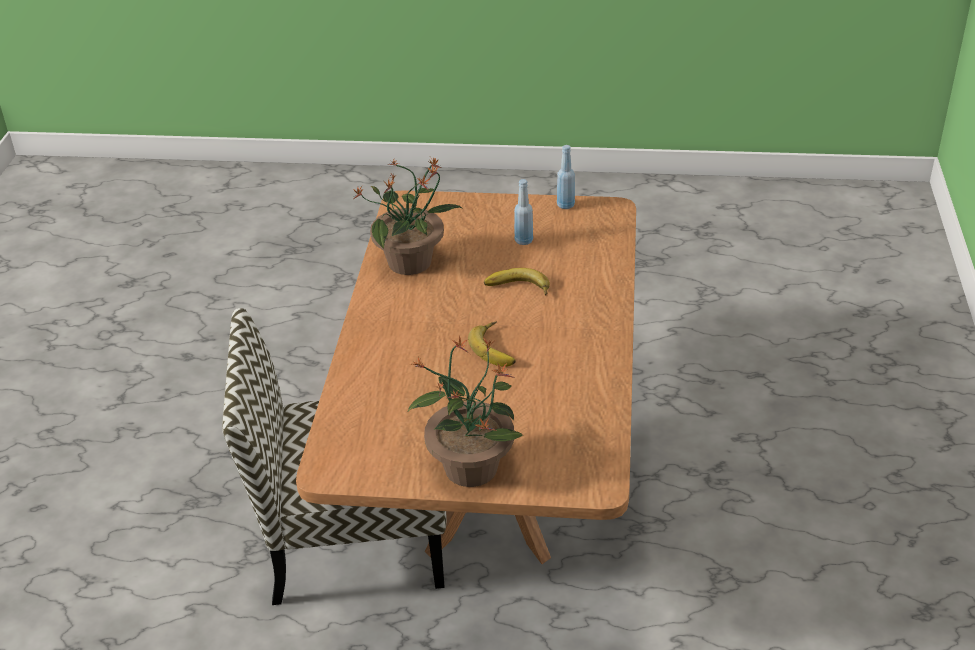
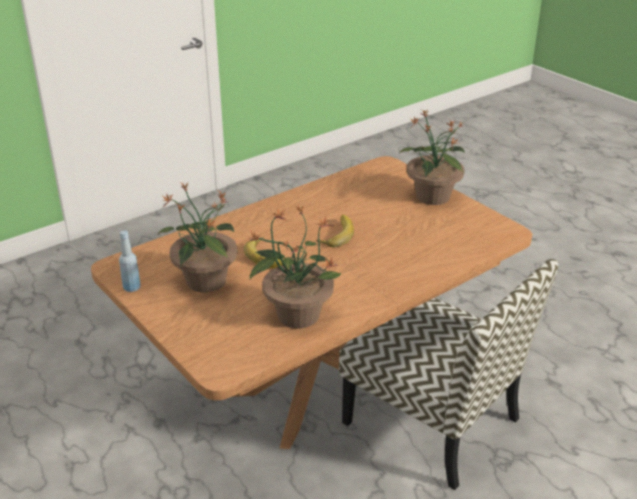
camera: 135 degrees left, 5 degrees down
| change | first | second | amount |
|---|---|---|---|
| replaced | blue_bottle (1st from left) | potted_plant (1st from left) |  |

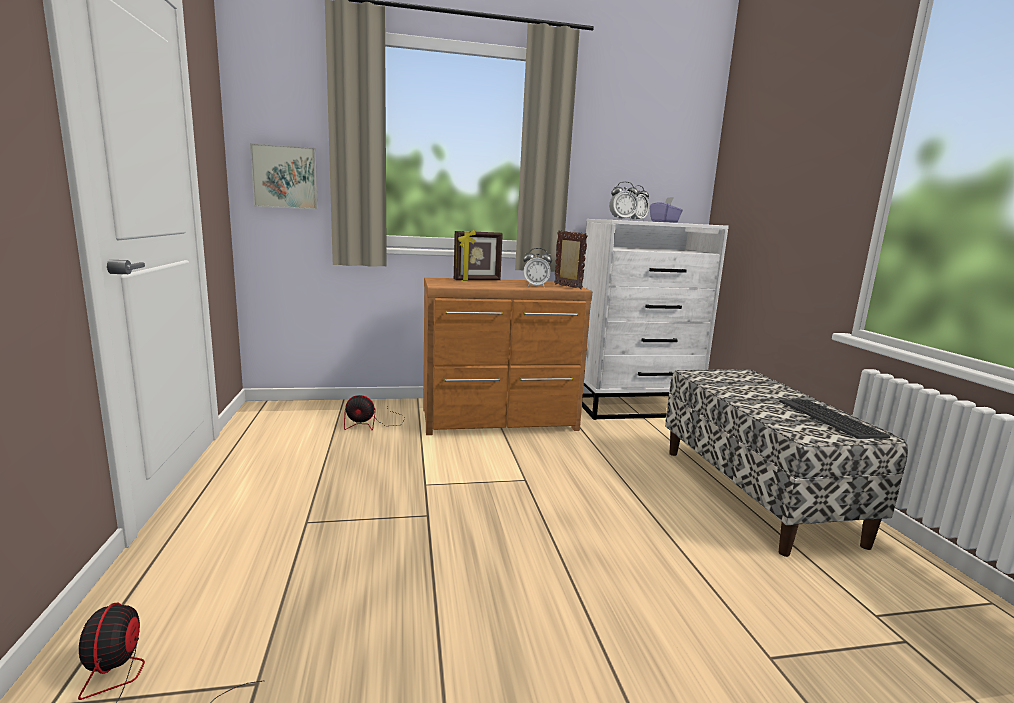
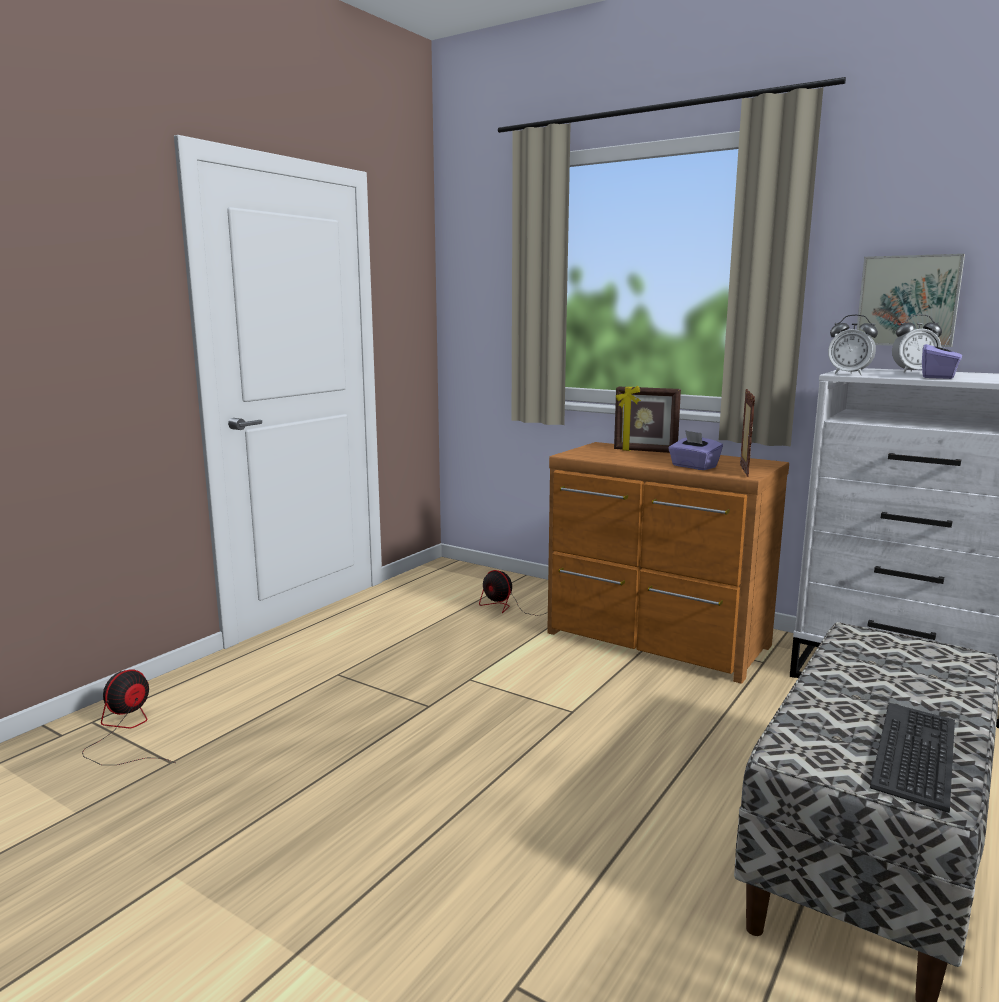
camera: 45 degrees right, 0 degrees up
| change | first | second | amount |
|---|---|---|---|
| moved | picture |  |  |
| replaced | alarm_clock (1st from left) | purple_tissue_box (1st from left) |  |

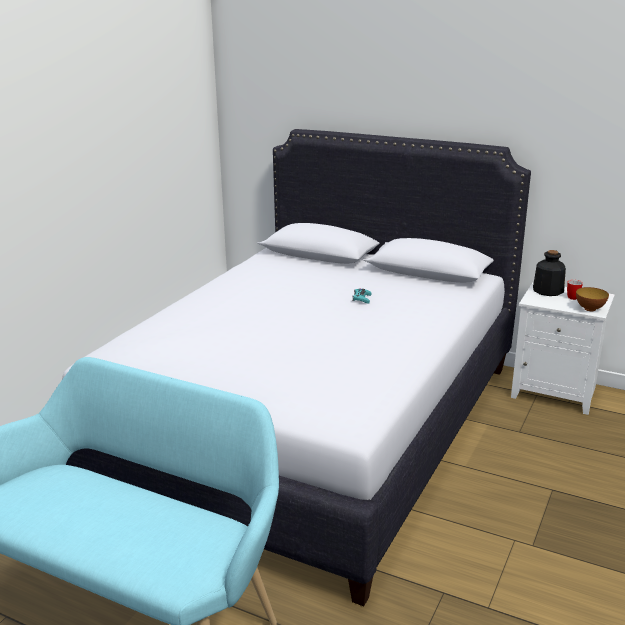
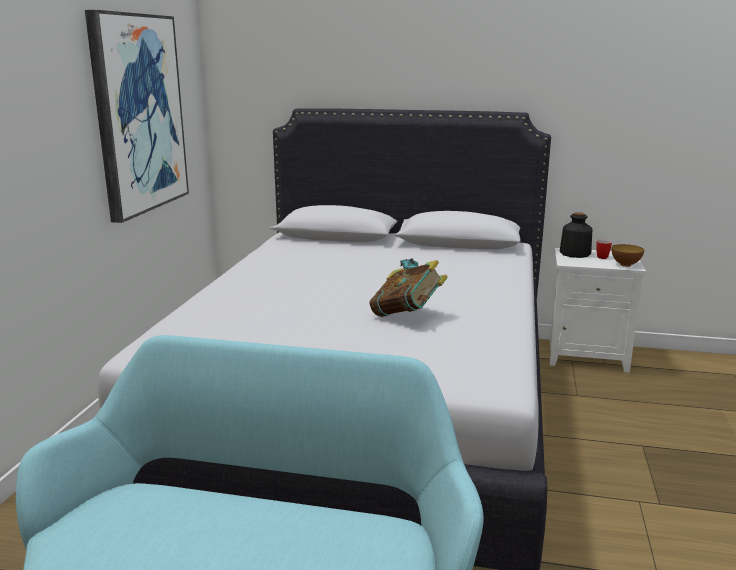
camera: 15 degrees left, 5 degrees down
| change | first | second | amount |
|---|---|---|---|
| added |  | picture |  |
| added |  | book |  |

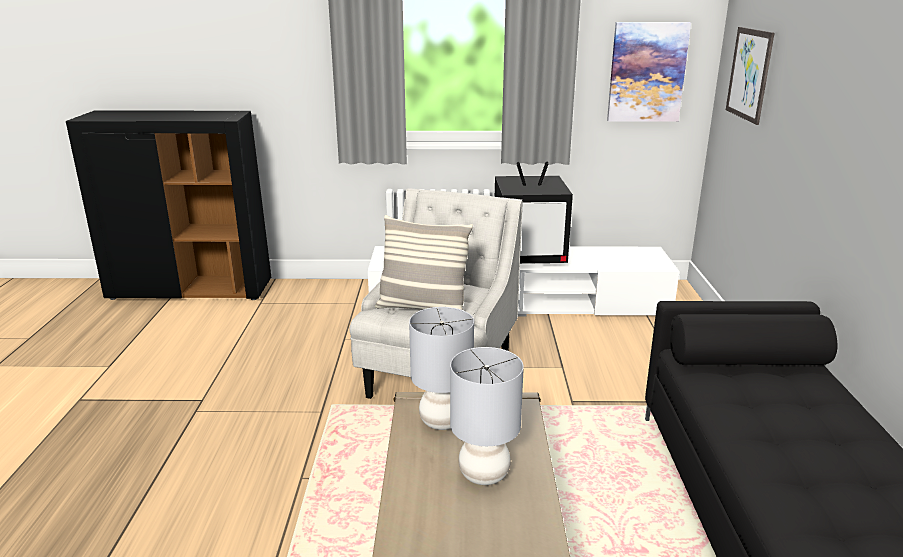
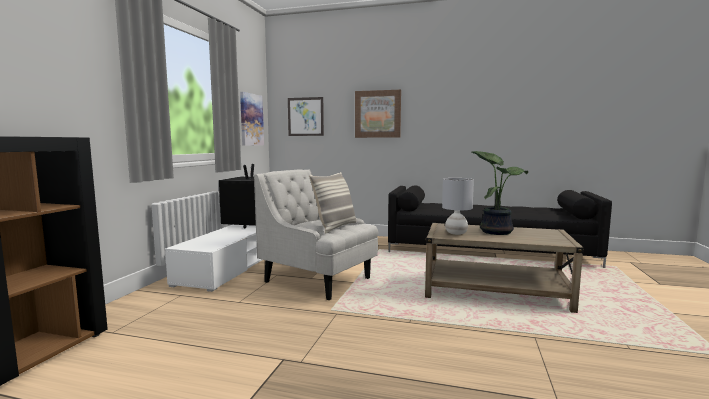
camera: 75 degrees left, 15 degrees down
| change | first | second | amount |
|---|---|---|---|
| replaced | grey_table_lamp (2nd from left) | potted_plant |  |
| added |  | picture (3rd from left) |  |

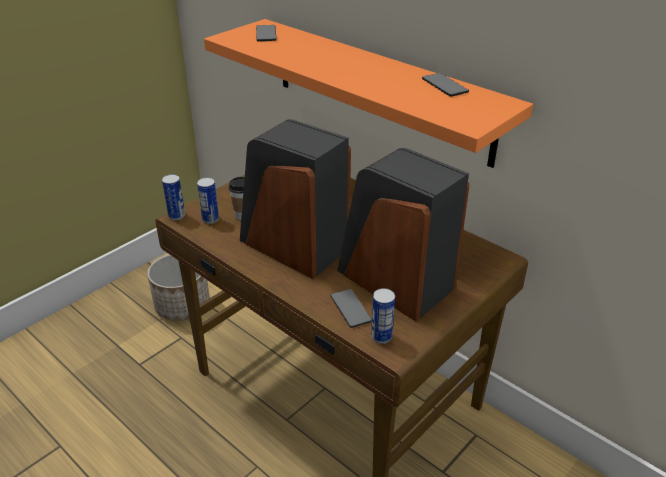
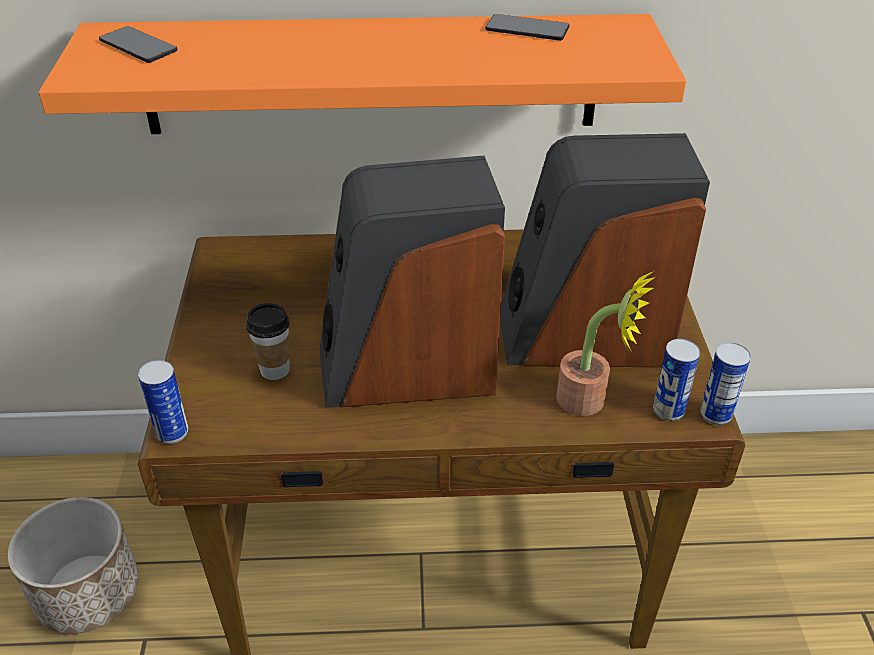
camera: 45 degrees left, 5 degrees up
| change | first | second | amount |
|---|---|---|---|
| moved | can (2nd from left in the first image) | can (3rd from left) |  |
| replaced | phone (2nd from left) | potted_plant |  |

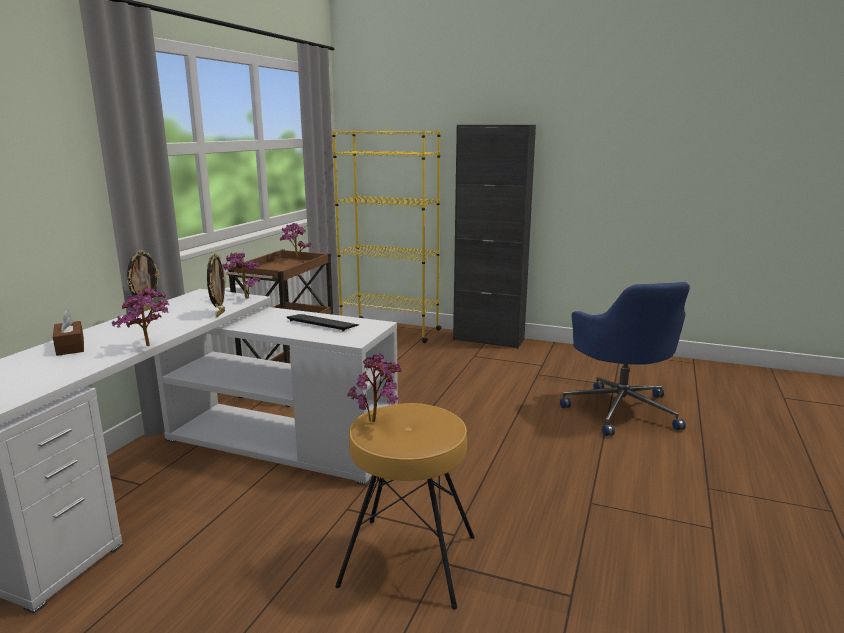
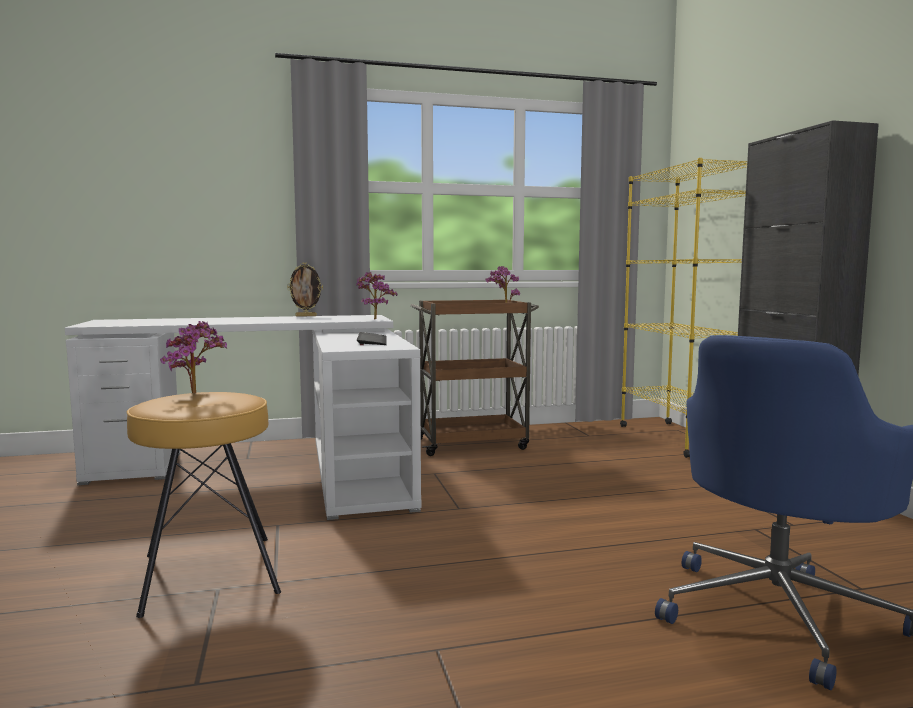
camera: 55 degrees right, 10 degrees down
| change | first | second | amount |
|---|---|---|---|
| removed | picture_frame (2nd from left) |  |  |
| removed | potted_plant (1st from left) |  |  |
| removed | brown_tissue_box |  |  |

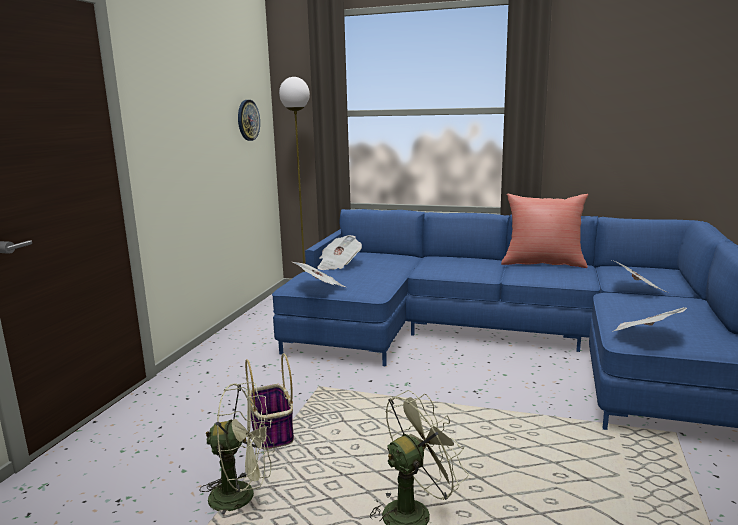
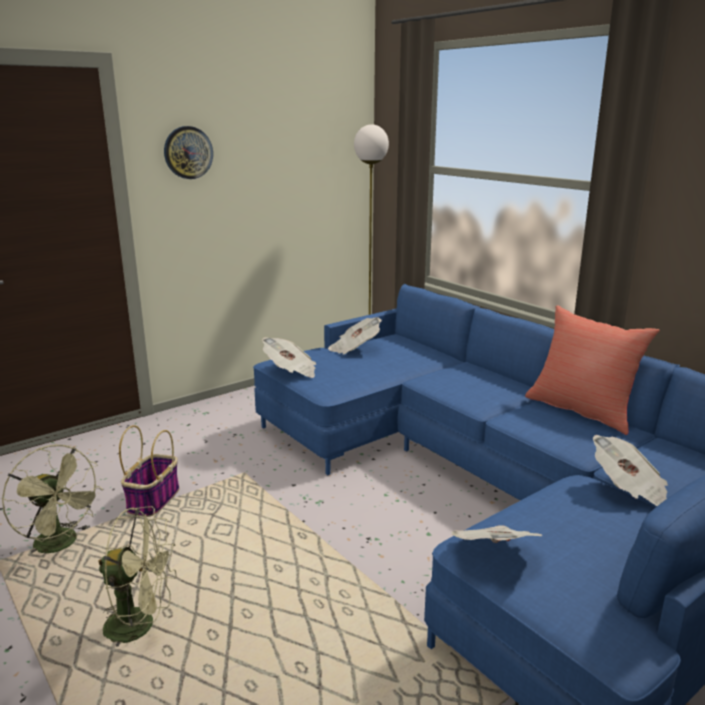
camera: 35 degrees right, 5 degrees up
| change | first | second | amount |
|---|---|---|---|
| moved | wall_clock |  |  |

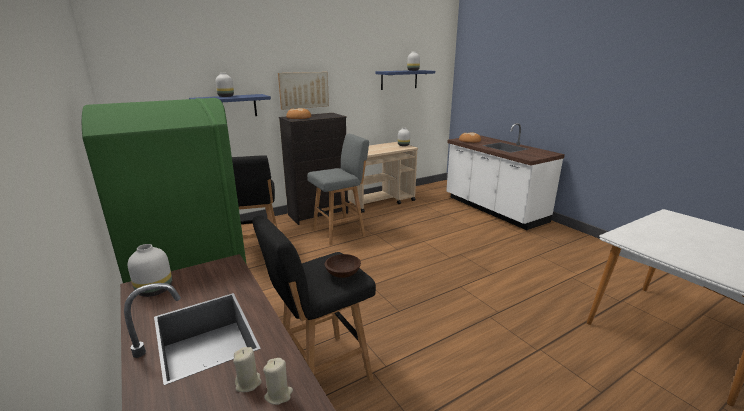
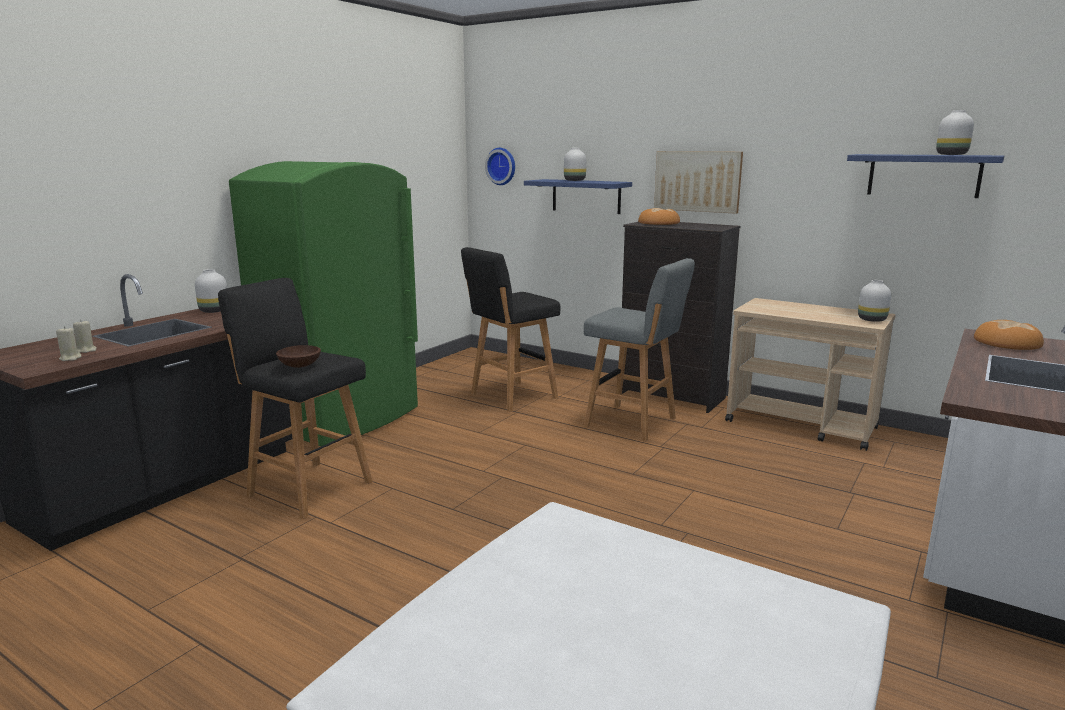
camera: 65 degrees right, 5 degrees down
| change | first | second | amount |
|---|---|---|---|
| added |  | wall_clock |  |

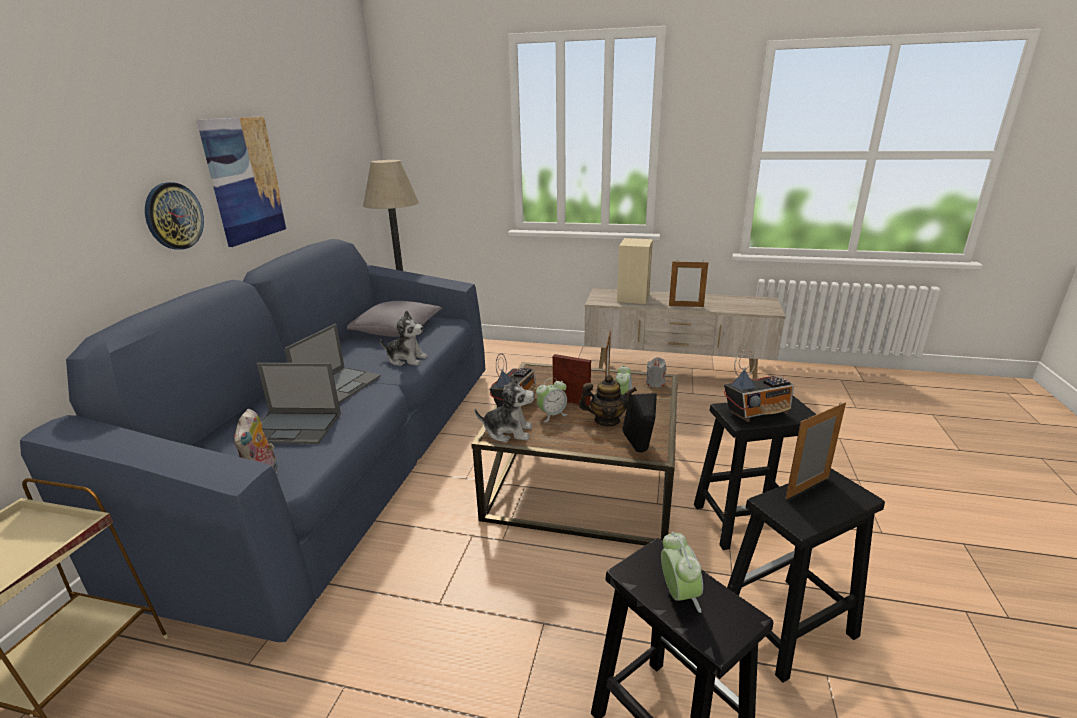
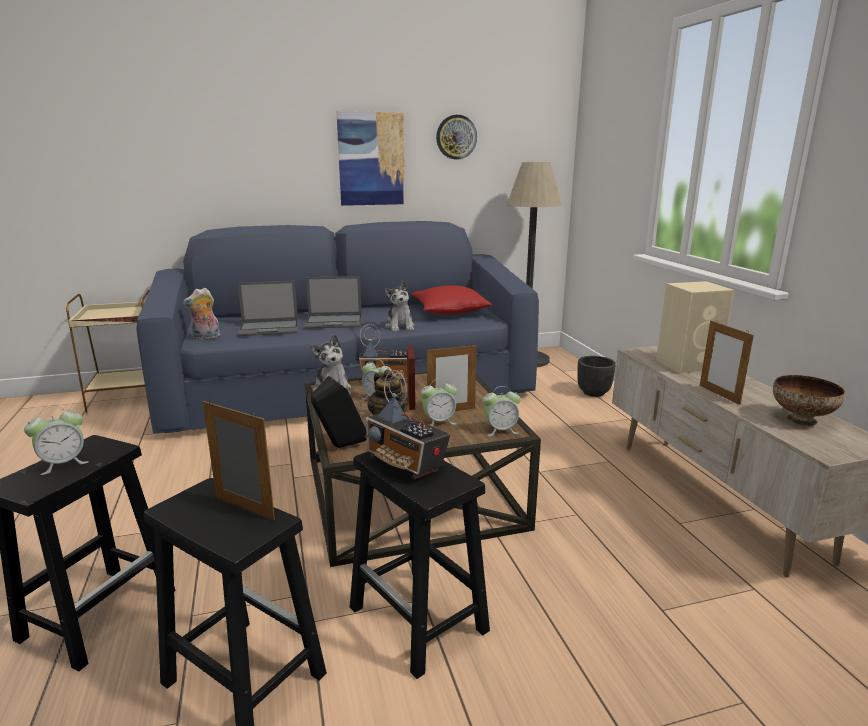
camera: 60 degrees right, 5 degrees down
| change | first | second | amount |
|---|---|---|---|
| moved | wall_clock |  |  |
| recoloured | grey_pillow | red_pillow |  |
| replaced | grey_candle | alarm_clock (4th from left) |  |
| turned | laptop (1st from left) |  | 75 degrees counterclockwise |
| added |  | black_planter |  |
| added |  | bowl |  |

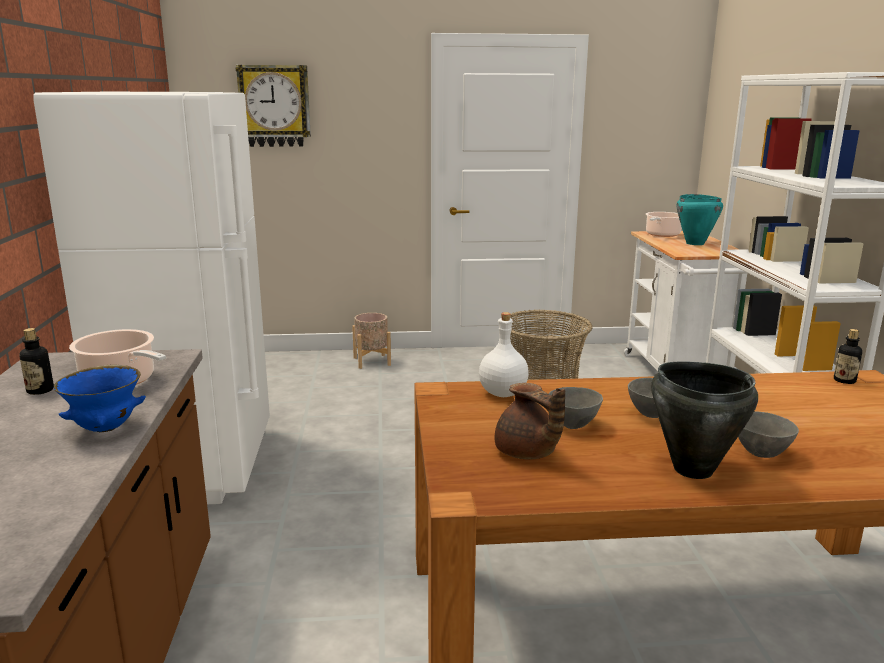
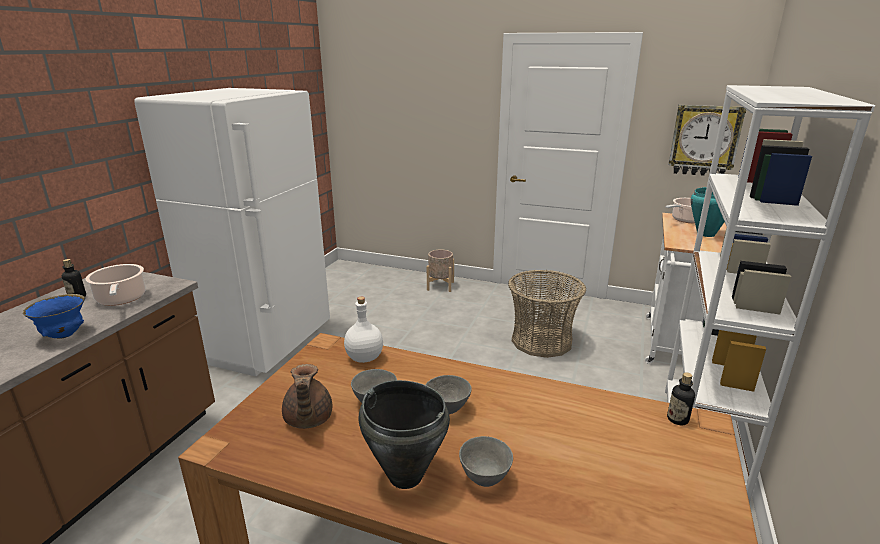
camera: 25 degrees right, 5 degrees up
| change | first | second | amount |
|---|---|---|---|
| moved | wall_clock |  |  |

